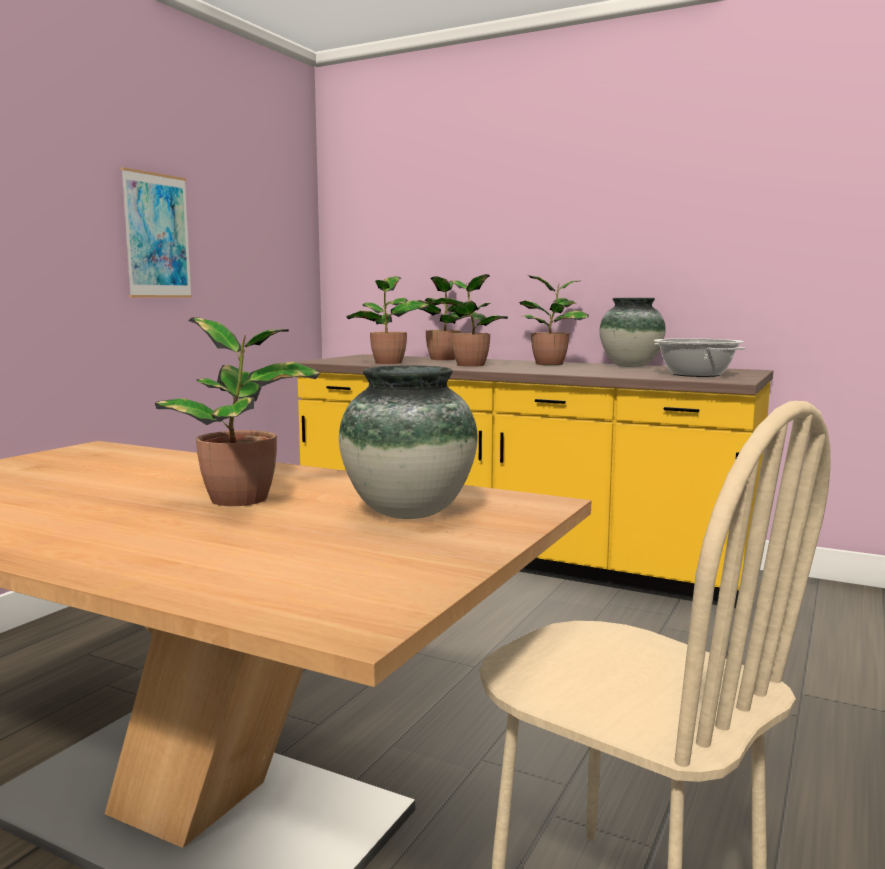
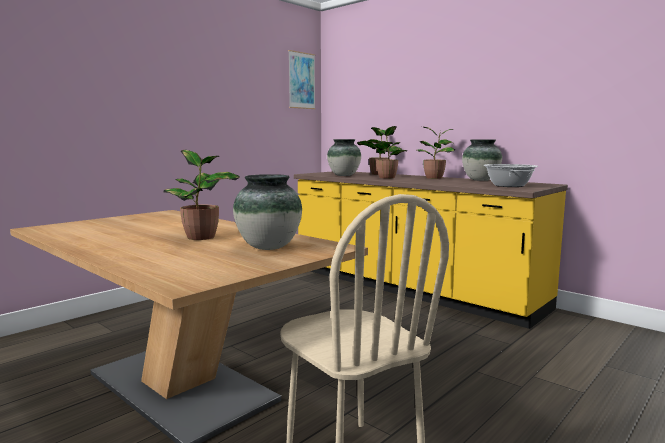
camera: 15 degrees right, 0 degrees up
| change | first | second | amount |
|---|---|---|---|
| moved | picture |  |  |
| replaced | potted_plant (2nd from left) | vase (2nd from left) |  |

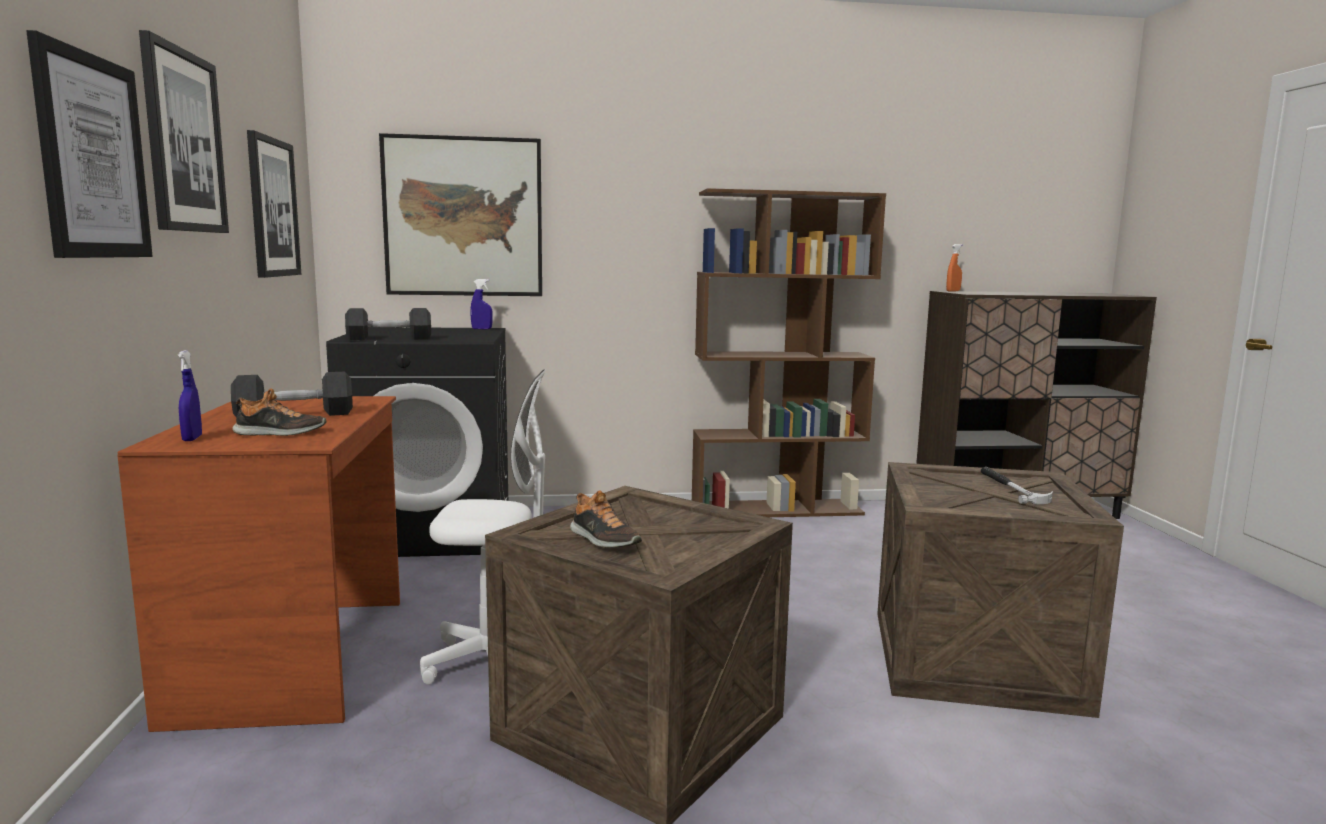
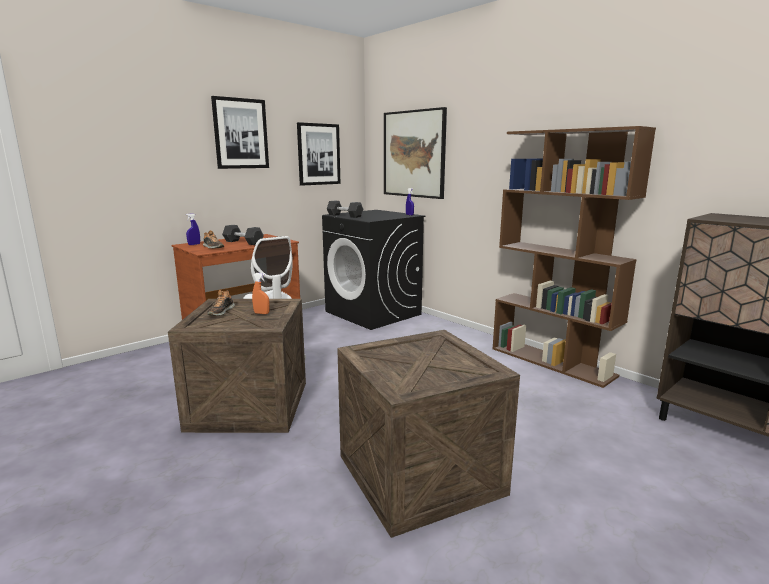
camera: 55 degrees right, 5 degrees up
| change | first | second | amount |
|---|---|---|---|
| removed | picture (1st from left) |  |  |
| moved | orange_spray_bottle |  |  |
| removed | hammer |  |  |

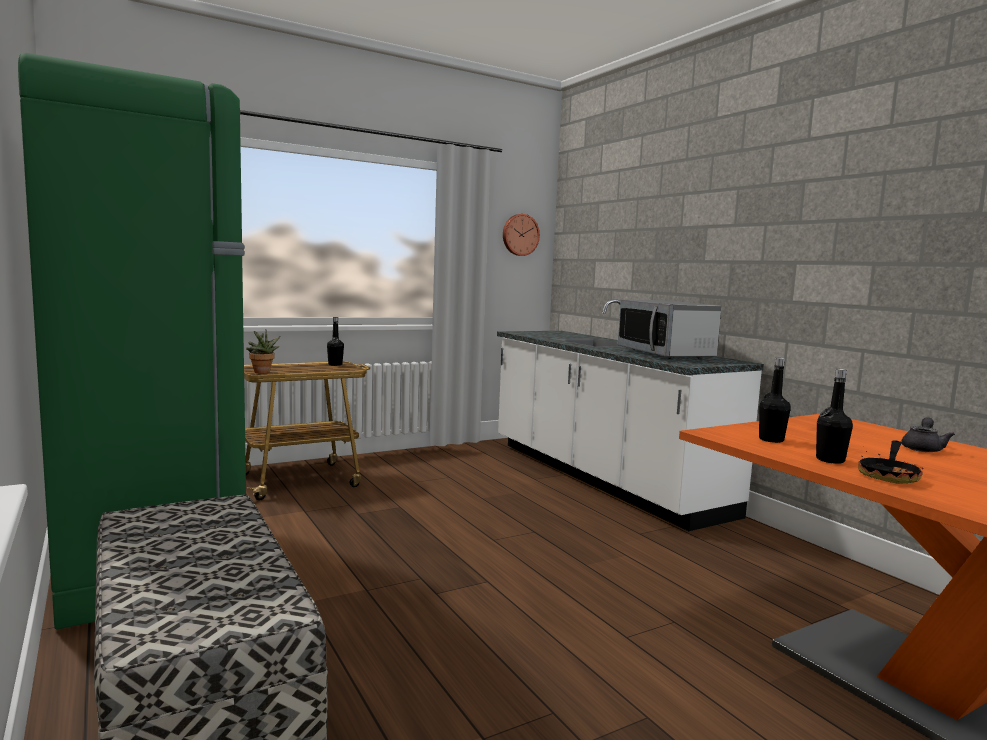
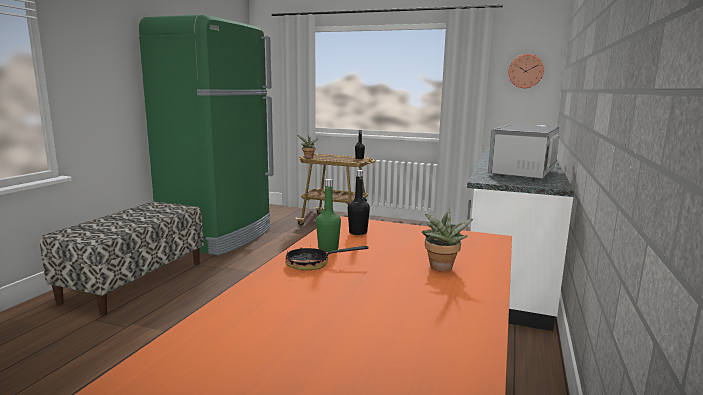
camera: 50 degrees right, 5 degrees up
| change | first | second | amount |
|---|---|---|---|
| recoloured | black_bottle (3rd from left) | green_bottle |  |
| replaced | grey_teapot | potted_plant (2nd from left) |  |

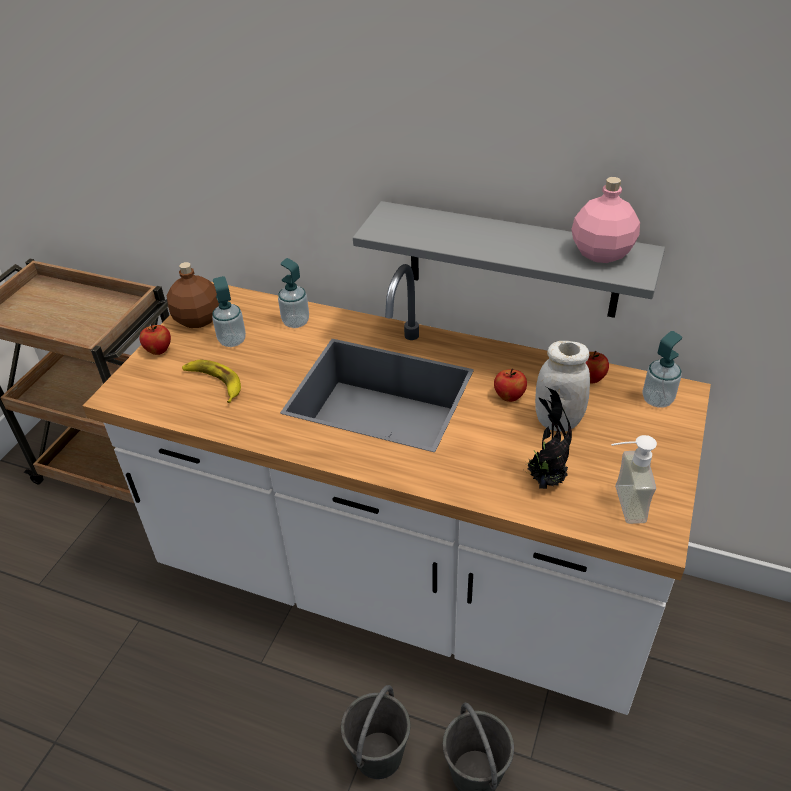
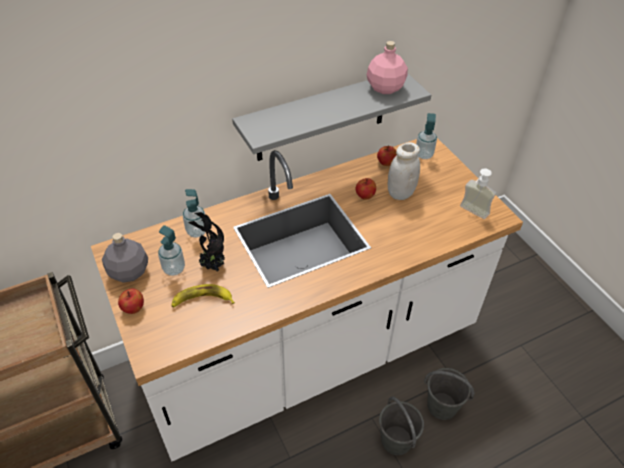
camera: 50 degrees left, 5 degrees up
| change | first | second | amount |
|---|---|---|---|
| recoloured | brown_bottle | grey_bottle |  |
| moved | potted_plant |  |  |

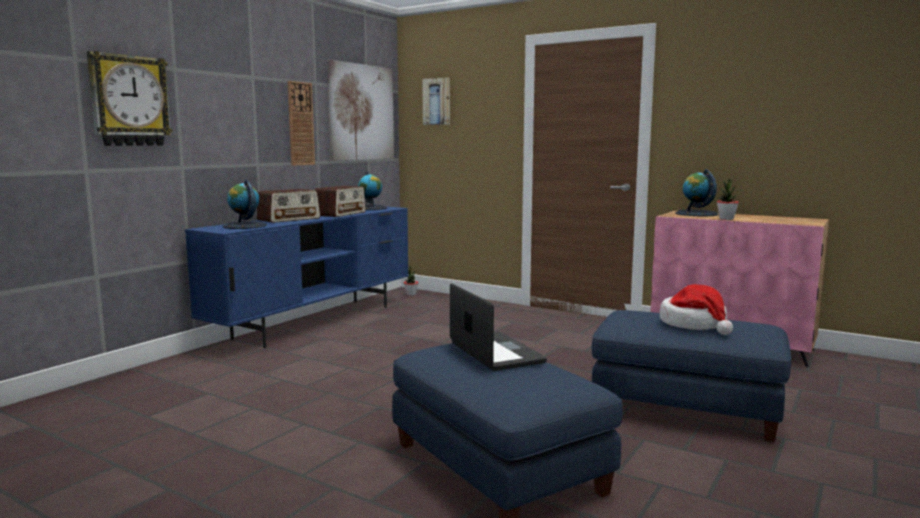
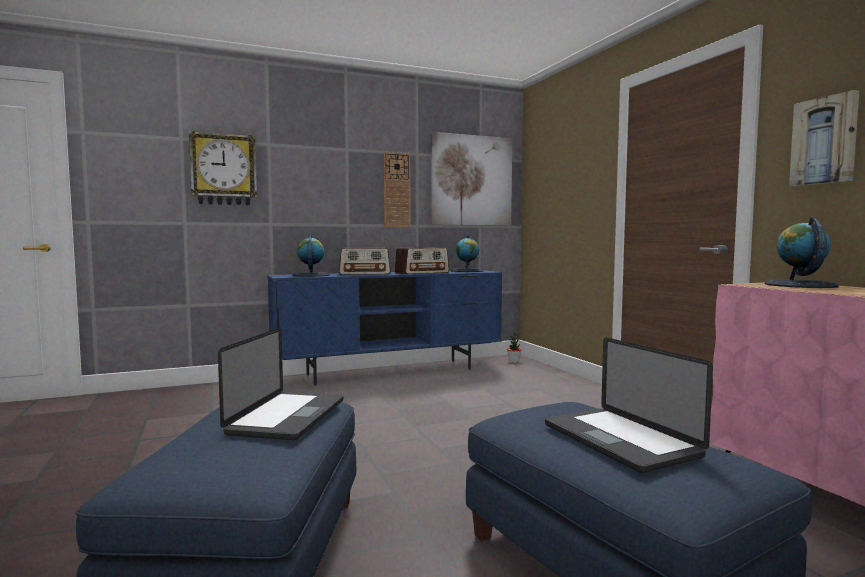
camera: 35 degrees right, 5 degrees down
| change | first | second | amount |
|---|---|---|---|
| moved | picture (2nd from left) |  |  |
| removed | potted_plant (2nd from left) |  |  |
| replaced | hat | laptop (2nd from left) |  |

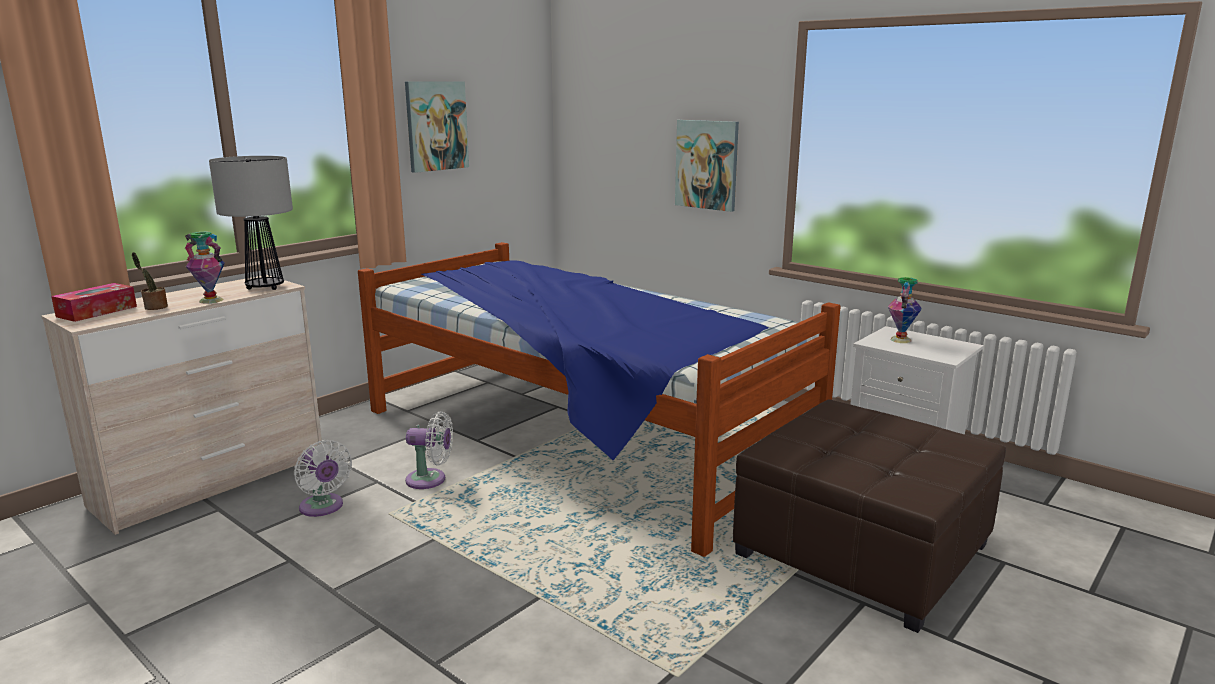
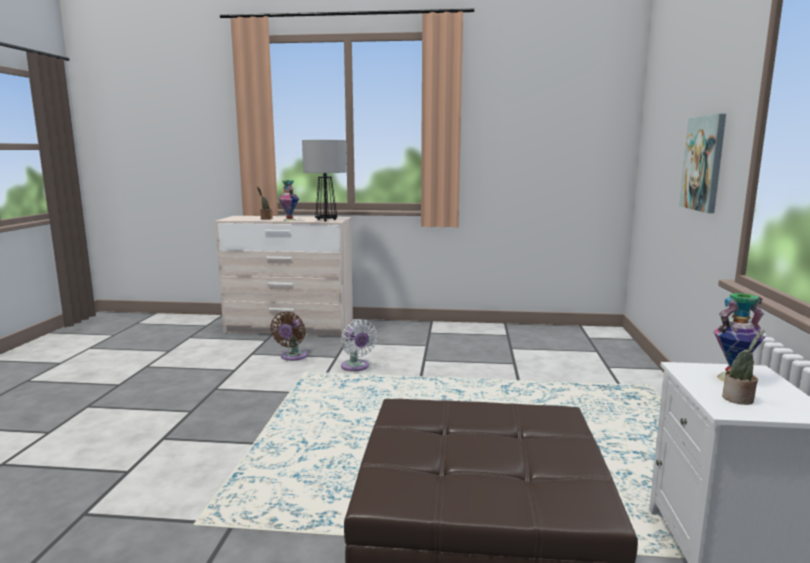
camera: 55 degrees right, 5 degrees down
| change | first | second | amount |
|---|---|---|---|
| removed | picture (1st from left) |  |  |
| removed | bed |  |  |
| removed | tissue_box |  |  |
| recoloured | white_fan (1st from left) | brown_fan |  |
| added |  | potted_plant (2nd from left) |  |

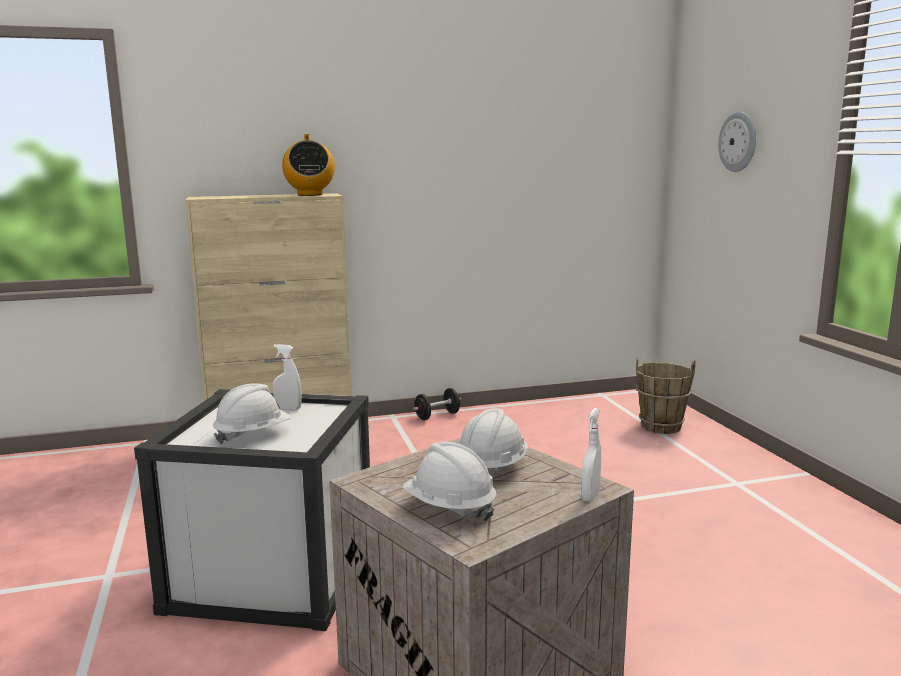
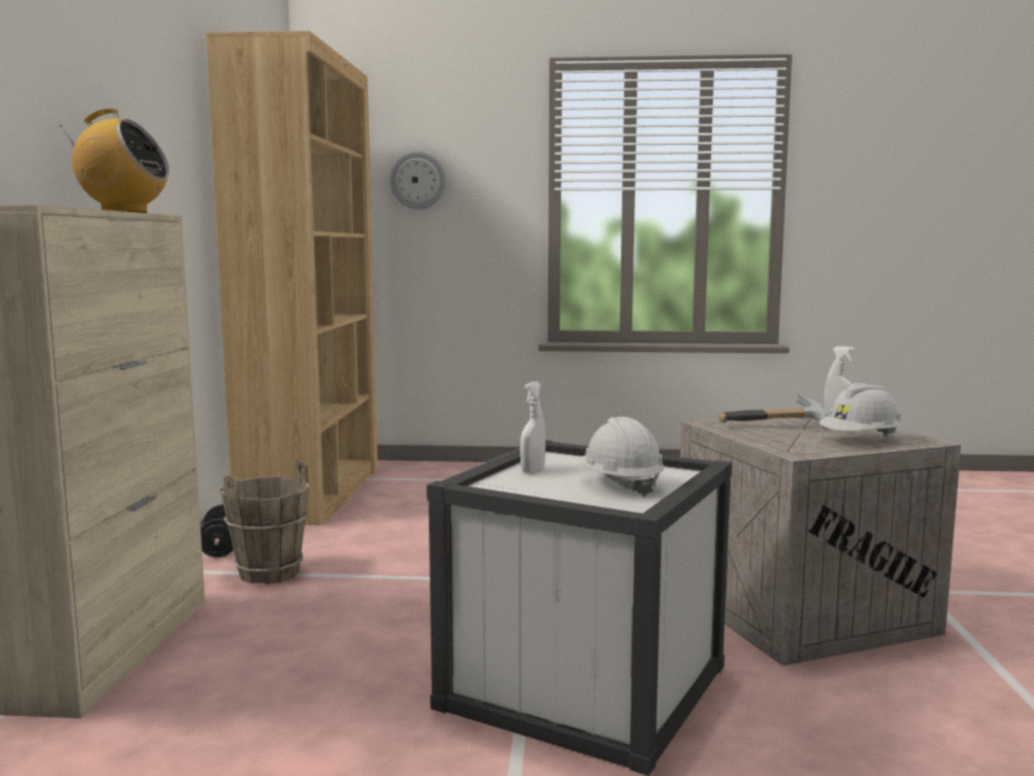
camera: 70 degrees left, 5 degrees down
| change | first | second | amount |
|---|---|---|---|
| moved | brown_bucket |  |  |
| replaced | white_hard_hat (3rd from left) | hammer |  |
| added |  | brown_bookcase |  |

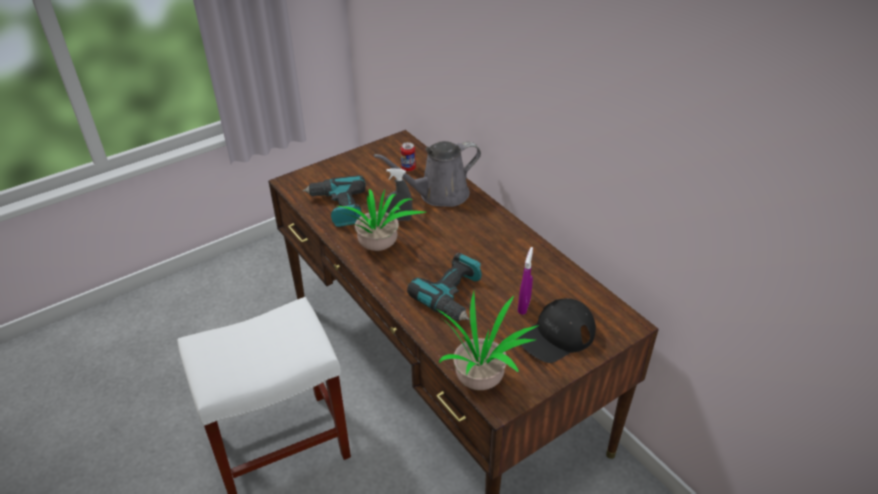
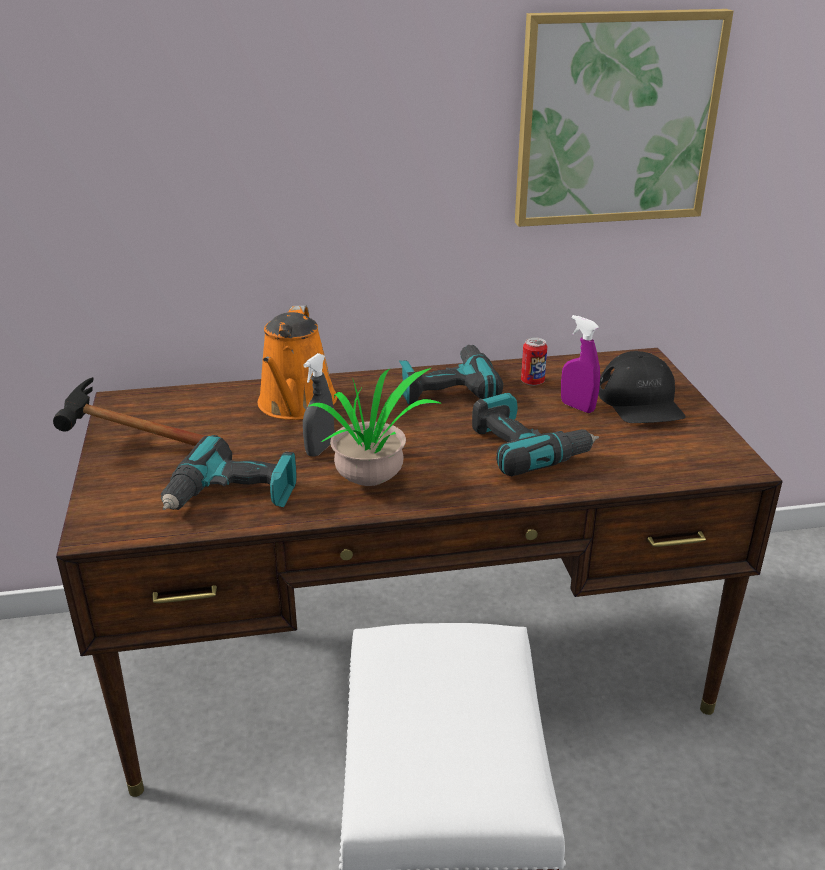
camera: 65 degrees left, 10 degrees down
| change | first | second | amount |
|---|---|---|---|
| recoloured | grey_watering_can | orange_watering_can |  |
| moved | can |  |  |
| removed | potted_plant (2nd from left) |  |  |
| added |  | picture |  |
| added |  | power_drill (2nd from left) |  |
| added |  | hammer |  |

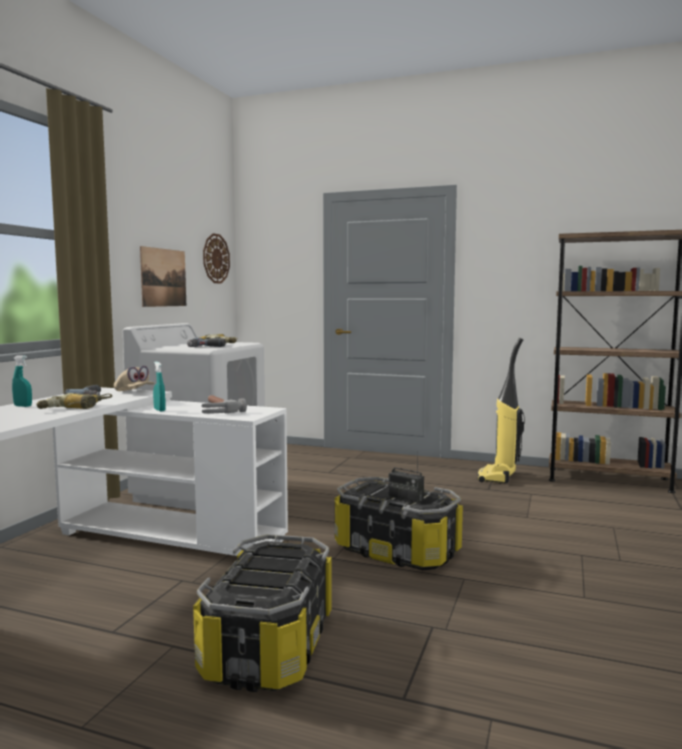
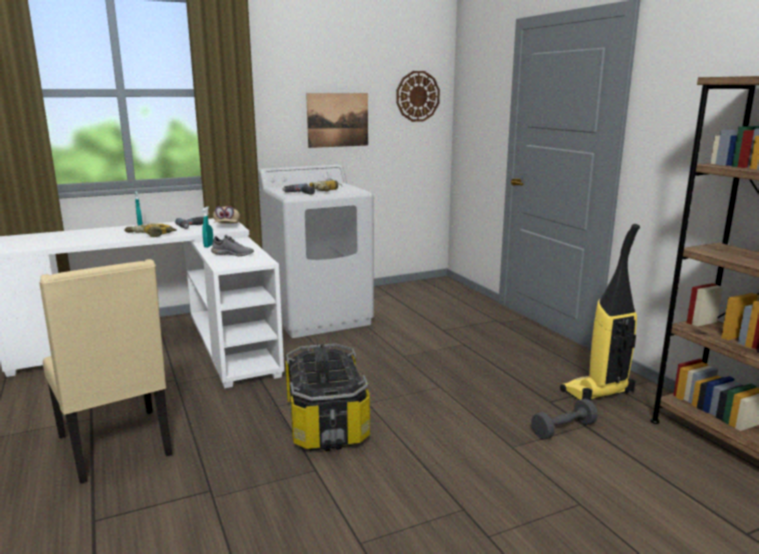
camera: 45 degrees right, 10 degrees up
| change | first | second | amount |
|---|---|---|---|
| replaced | hammer | grey_shoe |  |
| replaced | storage_box (1st from left) | beige_chair |  |
| added |  | grey_dumbbell |  |

